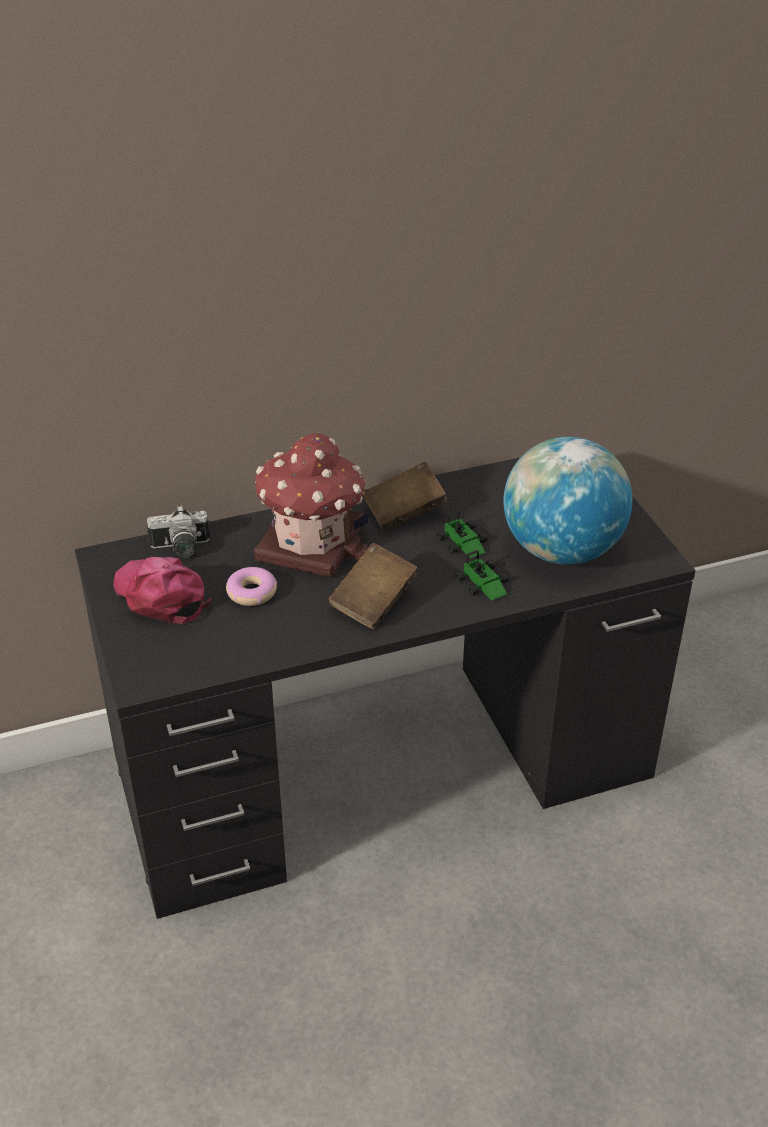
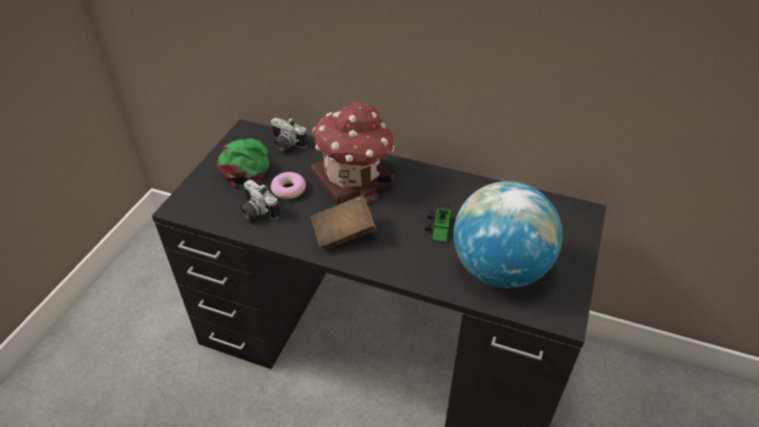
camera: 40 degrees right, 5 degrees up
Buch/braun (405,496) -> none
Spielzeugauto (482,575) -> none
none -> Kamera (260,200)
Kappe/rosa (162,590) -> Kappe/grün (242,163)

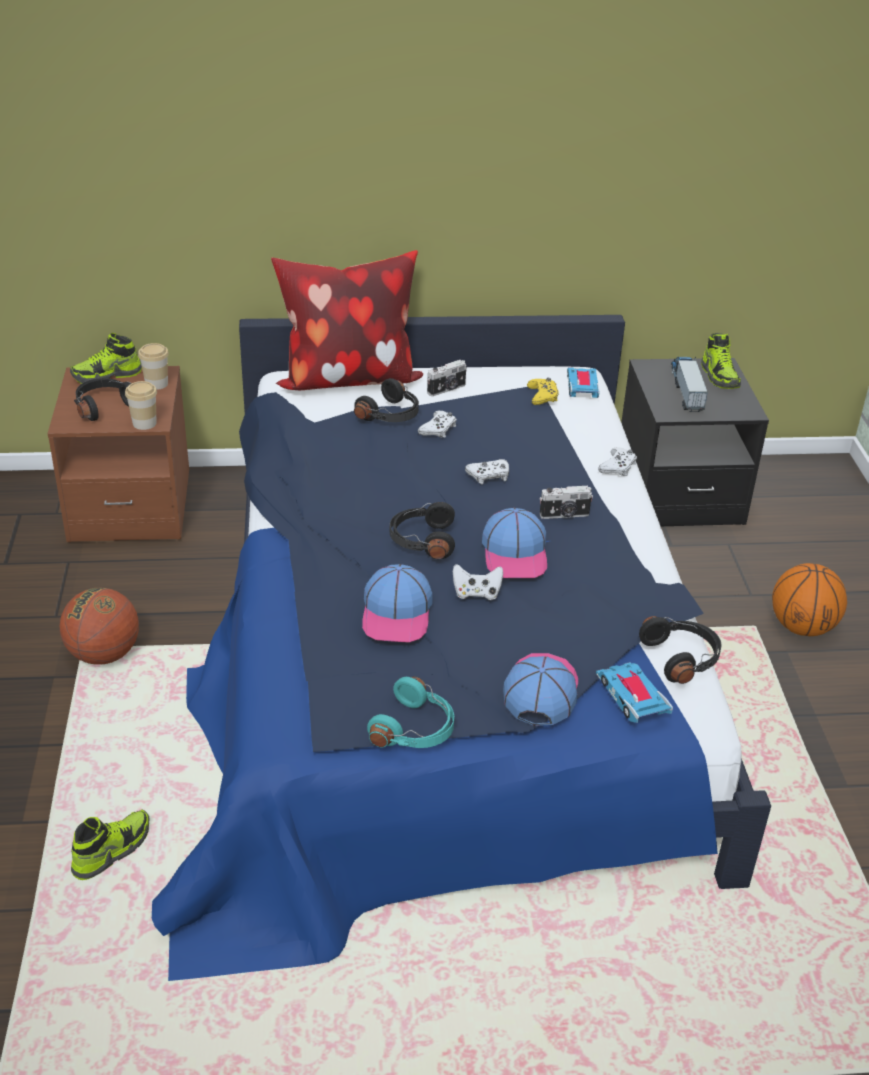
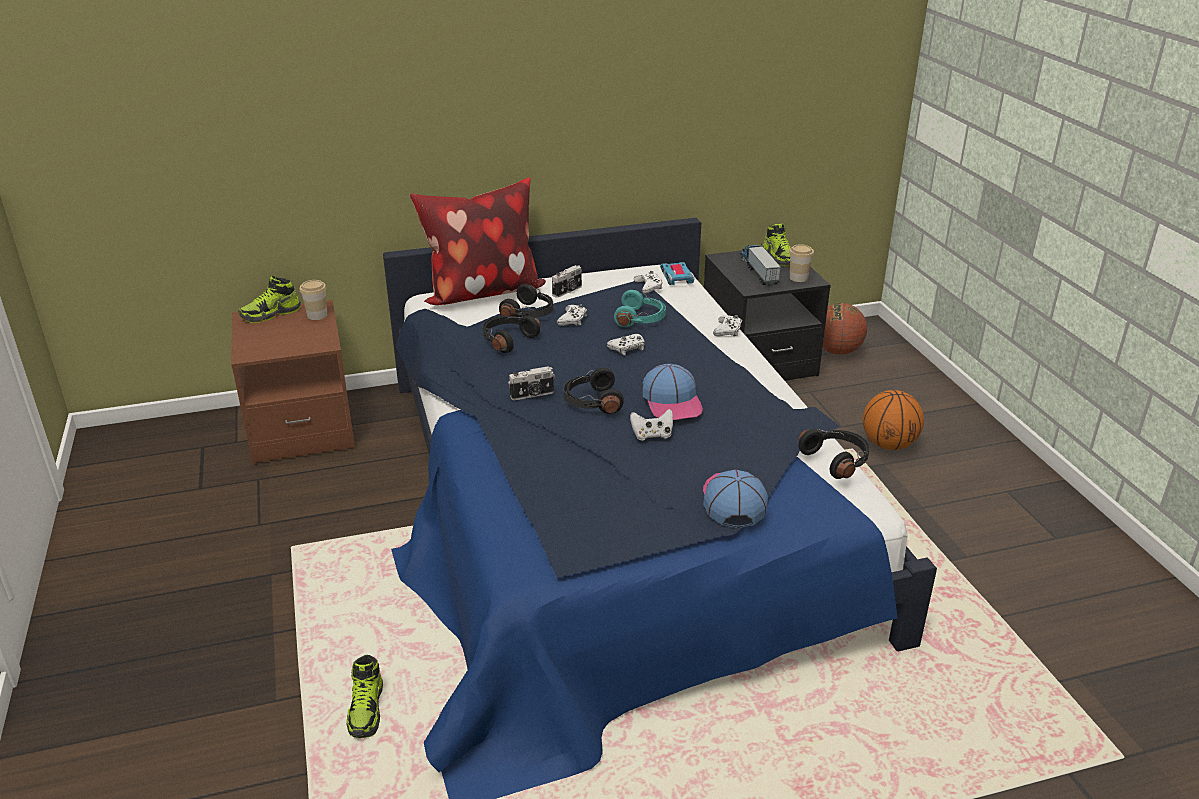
camera: 10 degrees left, 5 degrees down
Kappe (397,603) -> none
Spielzeugauto (634,692) -> none
Basketball (99,626) -> Basketball (845,329), move
Kopfhörer/schwarz (103,399) -> Kopfhörer/schwarz (512,334), move
Tasse (141,405) -> Tasse (801,263), move
Kopfhörer/türkis (410,712) -> Kopfhörer/türkis (640,308), move
Kamera (566,502) -> Kamera (531,383), move
Gamepad/gelb (543,391) -> Gamepad/weiß (648,282)
Schuh (110,845) -> Schuh (365,696), 150 degrees clockwise

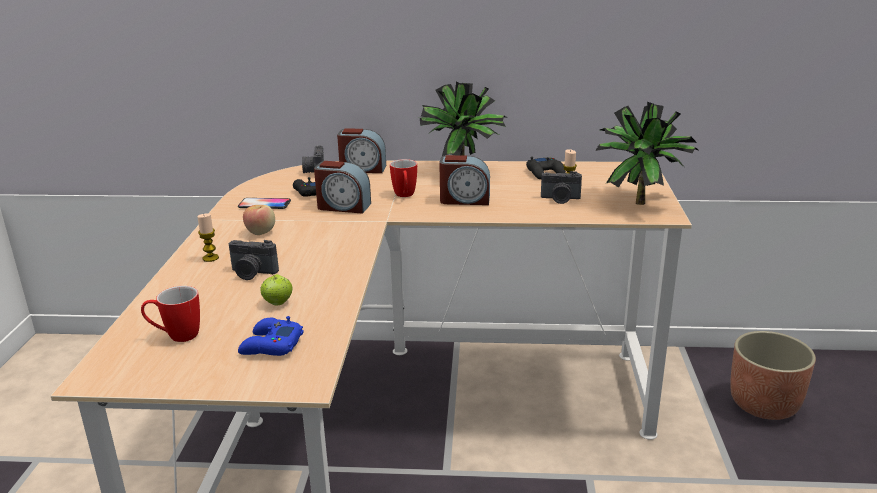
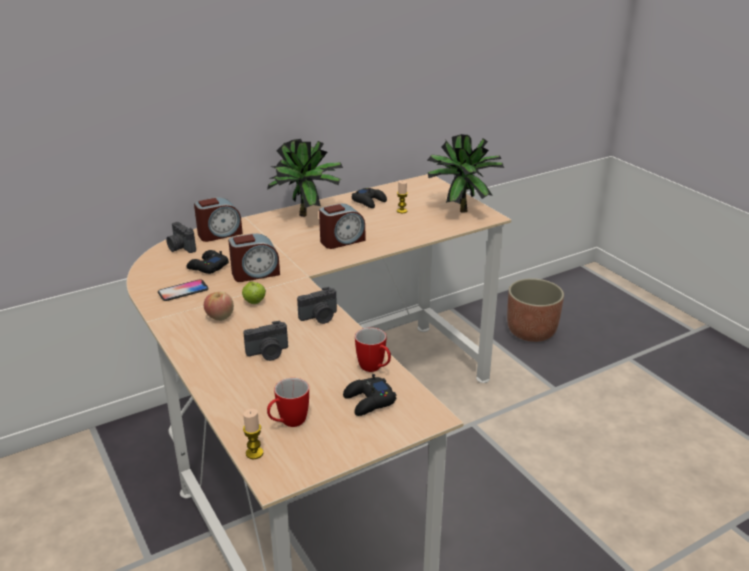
camera: 35 degrees left, 5 degrees up
Kerze (208,237) -> Kerze (253,434), move
Apfel (276,289) -> Apfel (254,293), move
Henkelbecher (403,178) -> Henkelbecher (373,349), move
Kamera (561,187) -> Kamera (317,305), move
Gamepad/blau (271,336) -> Gamepad/schwarz (370,395)

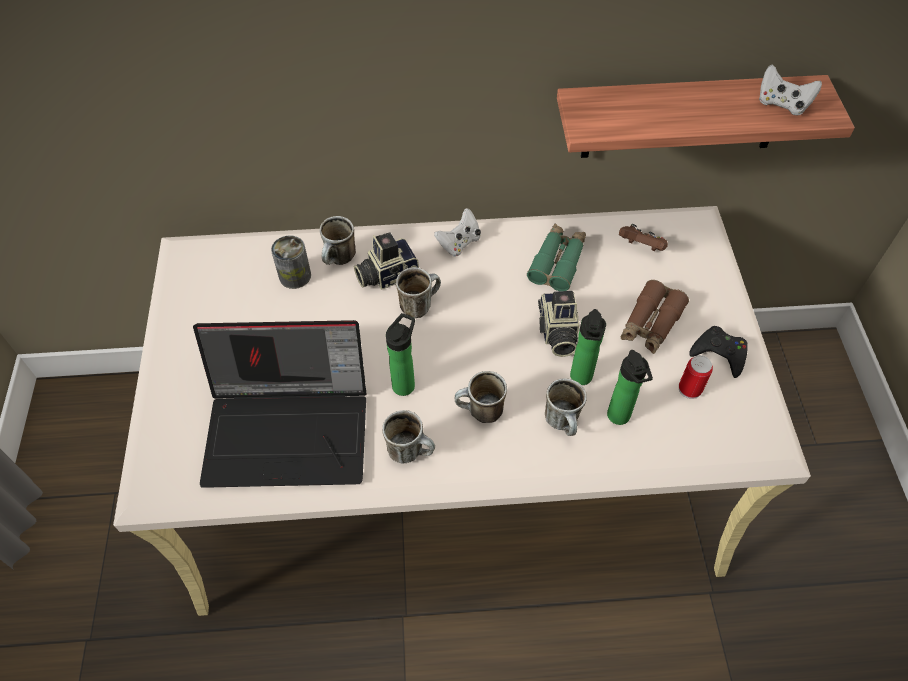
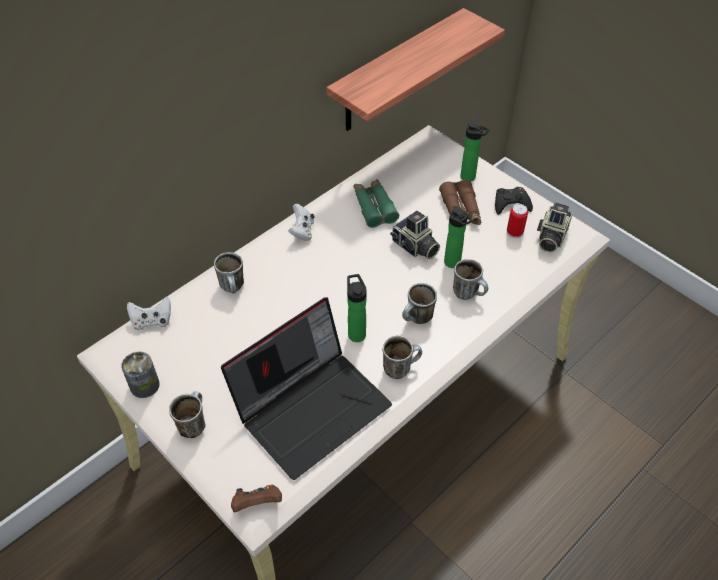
camera: 40 degrees left, 5 degrees down
Dose (291,262) -> Dose (140,374), move
Kamera (386,261) -> Kamera (555,227), move
Henkelbecher (418,292) -> Henkelbecher (187,414), move
Flasche (630,387) -> Flasche (475,151), move
Gamepad/braun (643,237) -> Gamepad/braun (256,498), move
Gamepad/weiß (790,90) -> Gamepad/weiß (149,313), move

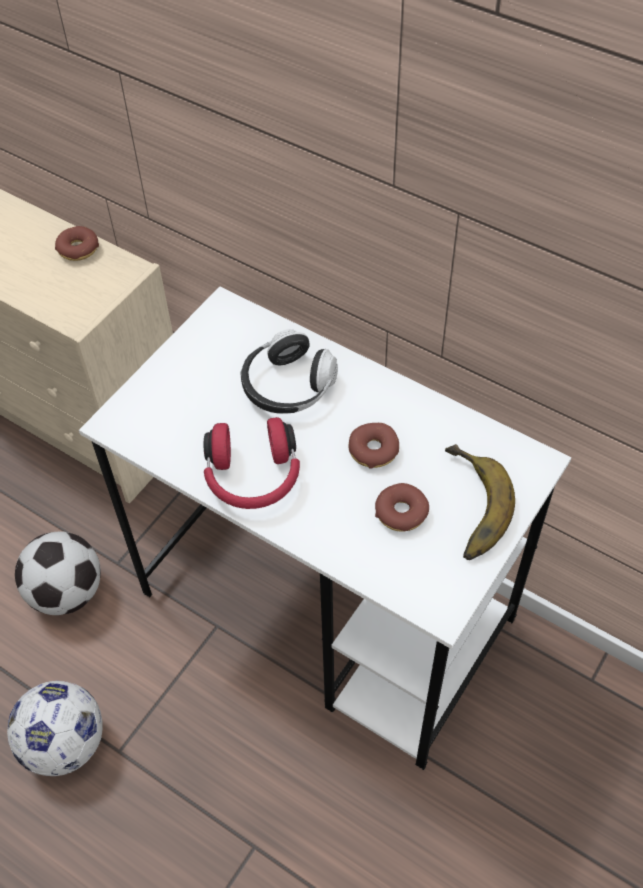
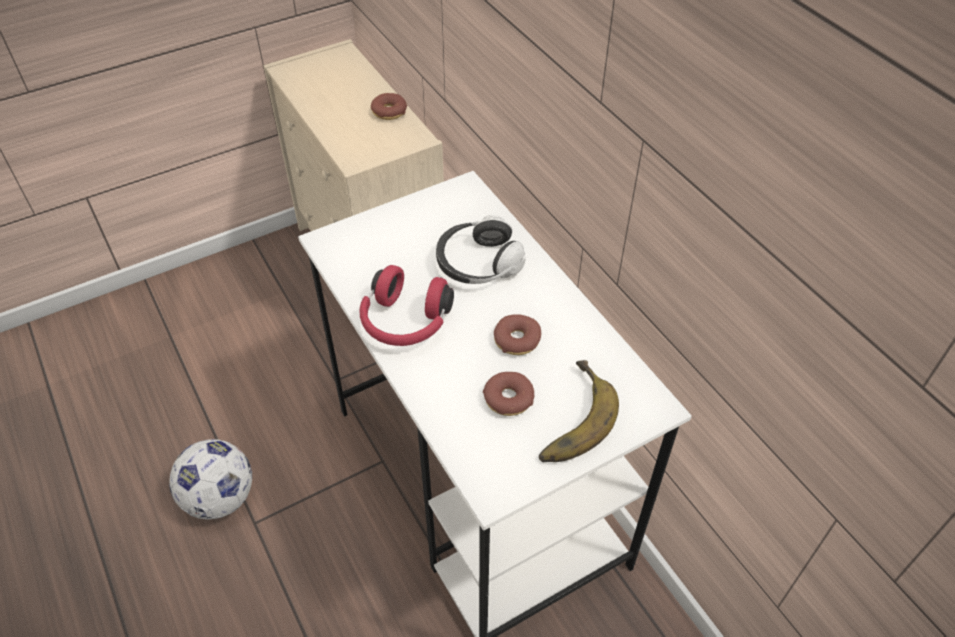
camera: 25 degrees right, 5 degrees down
Fußball (58,573) -> none

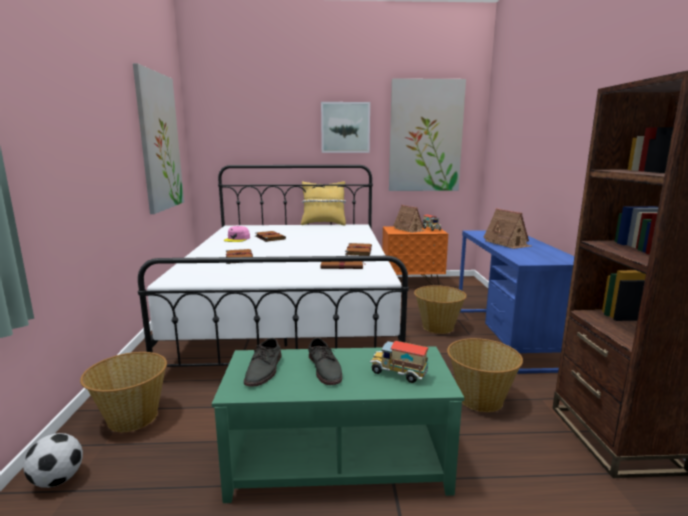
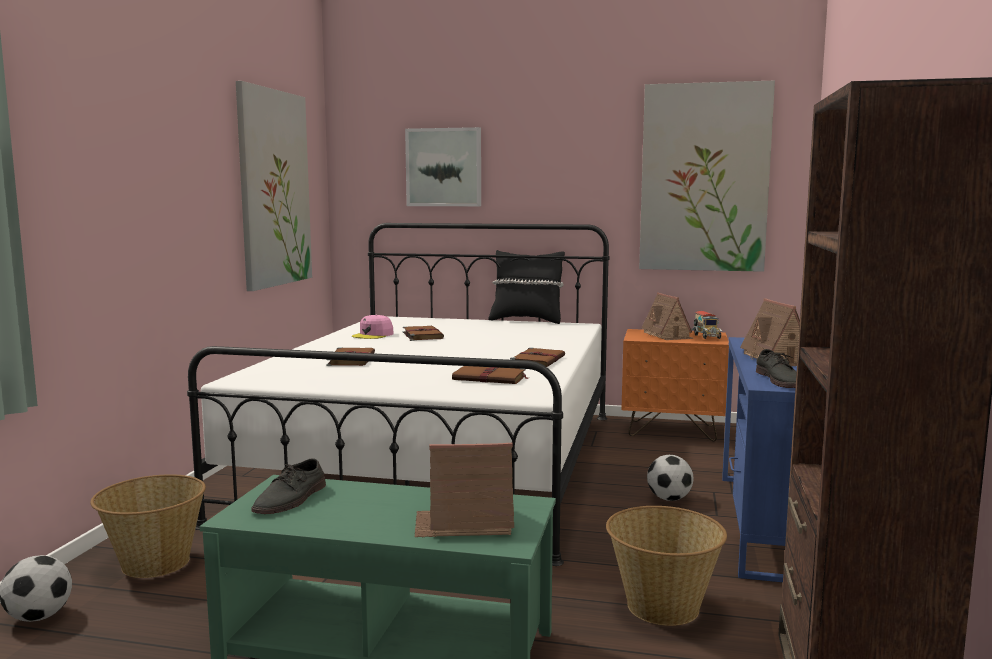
camera: 15 degrees right, 5 degrees down
Schuh/grau (325,361) -> Schuh/grau (776,368), move
Bild (345,127) -> Bild (443,166), move
Spielzeuglaster (399,362) -> Spielzeughaus (464,490)
Korb (440,309) -> Fußball (670,478)
Kissen/gelb (323,203) -> Kissen/schwarz (526,287)

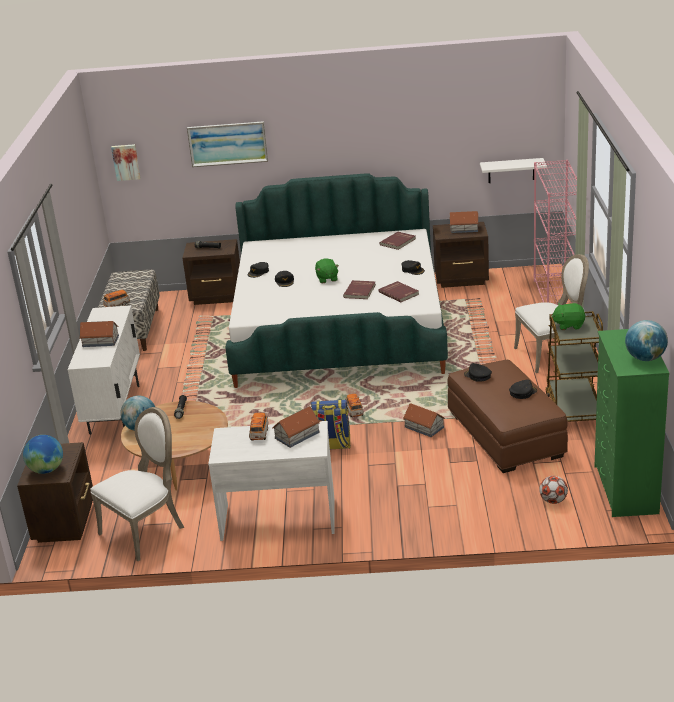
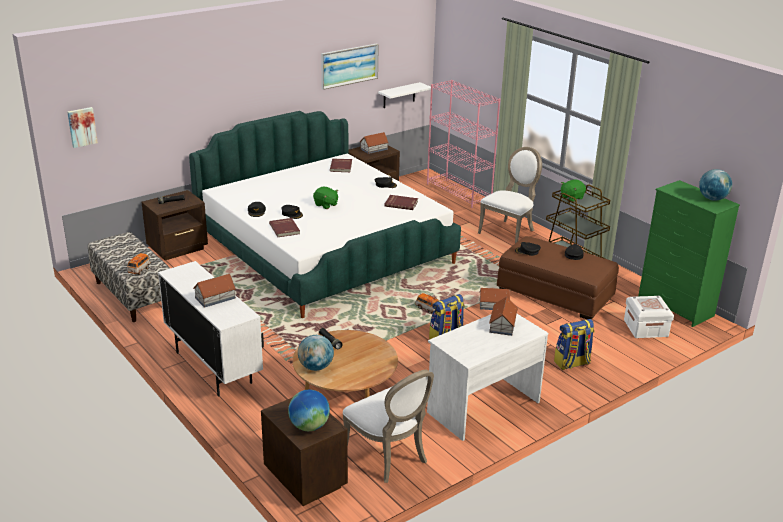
camera: 40 degrees left, 0 degrees up
Spielzeugauto (258,426) -> none
none -> Rucksack (574,344)
Bild (227,144) -> Bild (350,67), move
Buch/rot (359,289) -> Buch/rot (284,227), move
Fußball (553,490) -> Aufbewahrungsbox/weiß (649,317)
Stuhl/weiß (137,484) -> Stuhl/weiß (388,426), 135 degrees clockwise

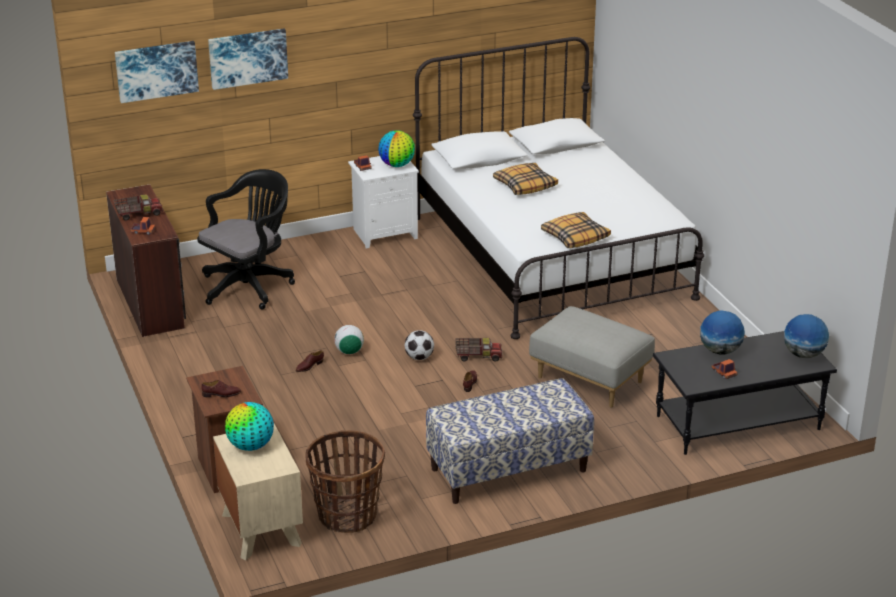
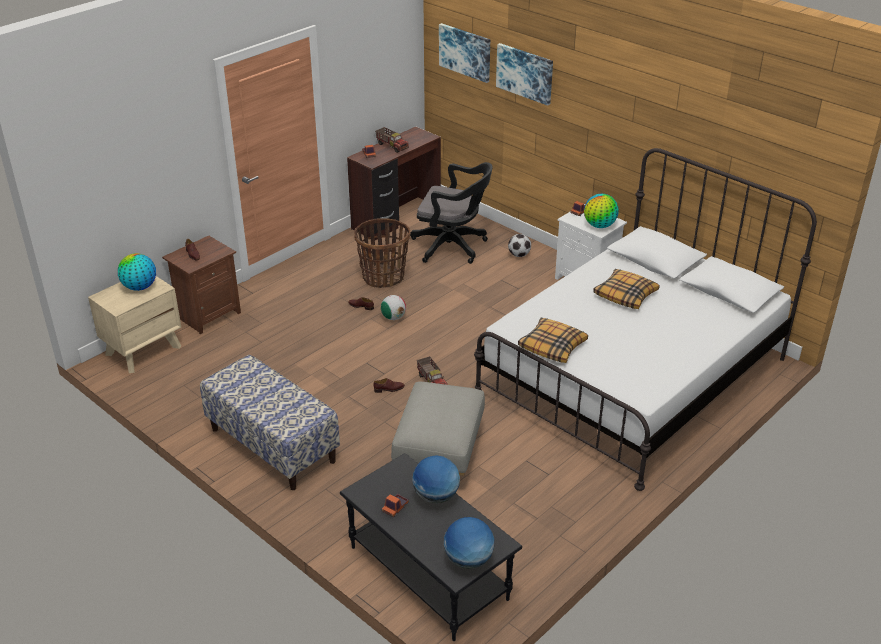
camera: 65 degrees right, 5 degrees up
Korb (345,481) -> Korb (382,253), move
Fußball (419,345) -> Fußball (519,245), move

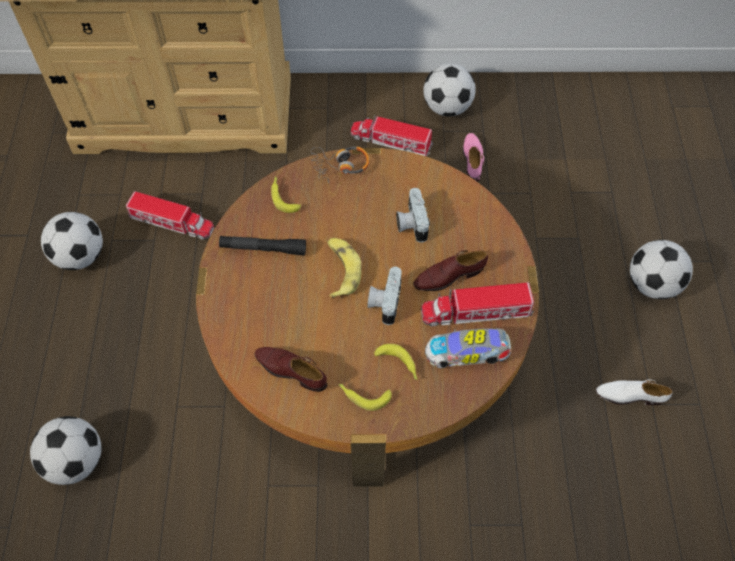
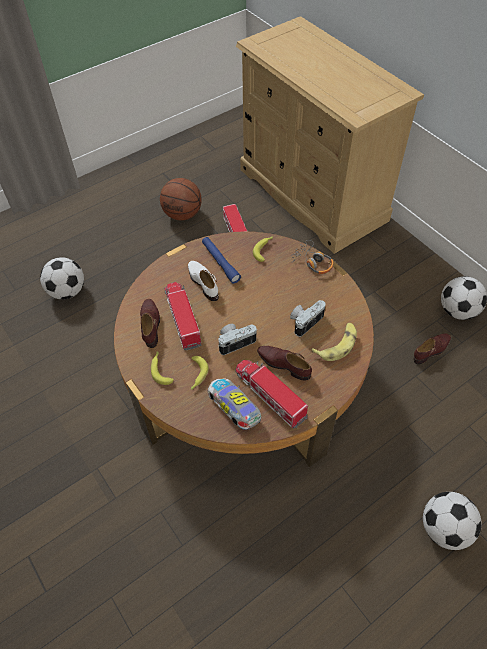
camera: 55 degrees right, 5 degrees down
Banane (344,268) -> Banane (334,342), move
Spielzeuglaster (392,135) -> Spielzeuglaster (183,316), move
Schuh/weiß (634,392) -> Schuh/weiß (203,281), move
Fußball (72,241) -> Basketball (181,199)
Taschenlampe/schwarz (262,246) -> Taschenlampe/blau (221,260)
Schuh/rosa (473,157) -> Schuh/braun (432,348)

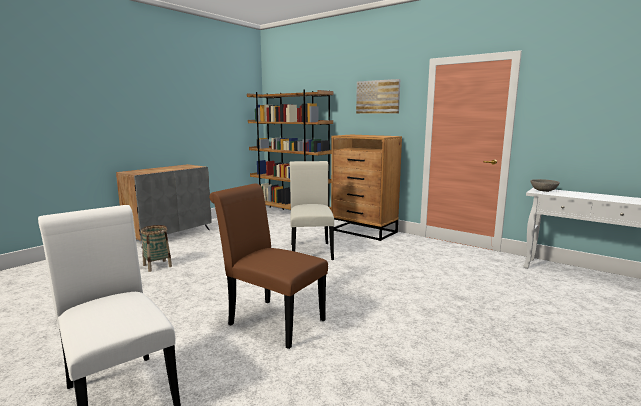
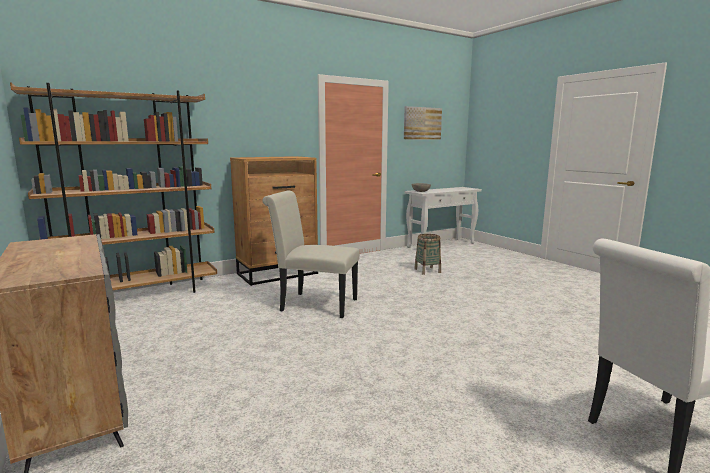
camera: 70 degrees left, 0 degrees up
Stuhl/braun (268,266) -> none
Korb (156,248) -> Korb (427,254), move
Bild (378,96) -> Bild (423,123), move

